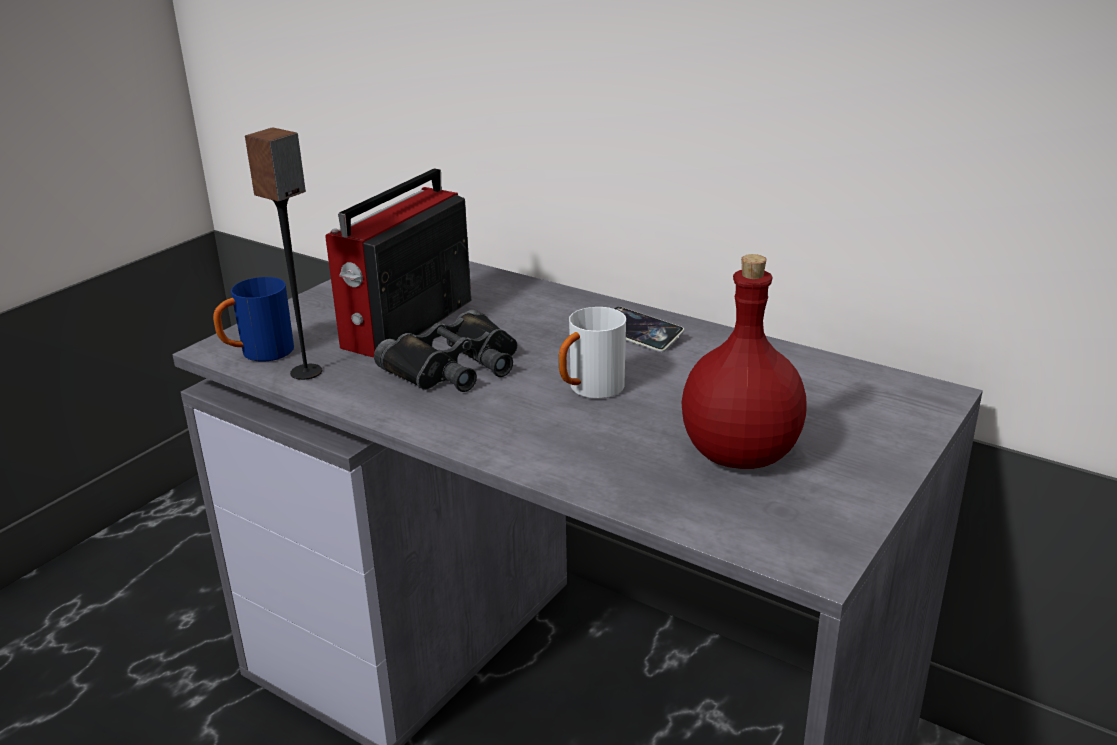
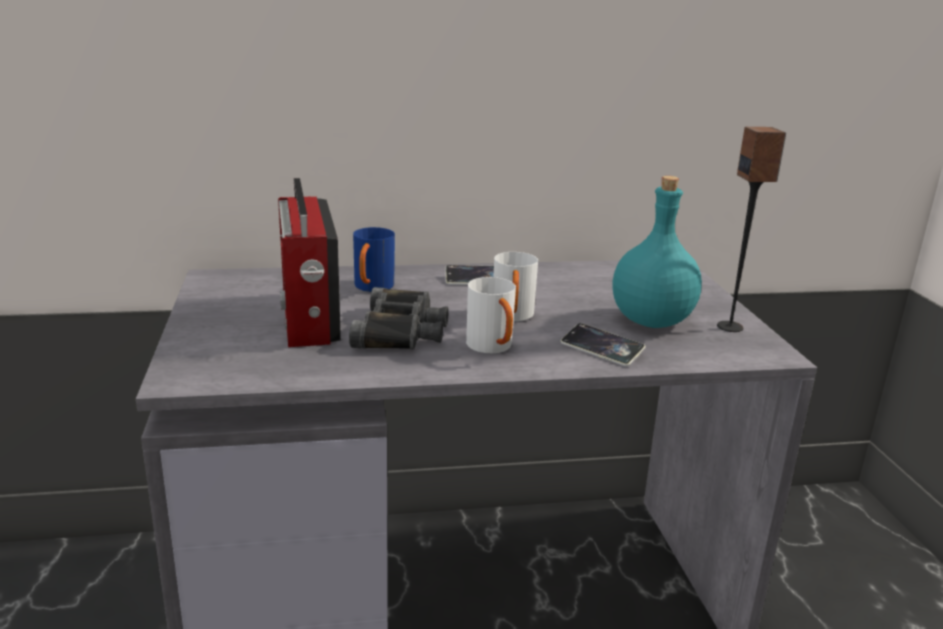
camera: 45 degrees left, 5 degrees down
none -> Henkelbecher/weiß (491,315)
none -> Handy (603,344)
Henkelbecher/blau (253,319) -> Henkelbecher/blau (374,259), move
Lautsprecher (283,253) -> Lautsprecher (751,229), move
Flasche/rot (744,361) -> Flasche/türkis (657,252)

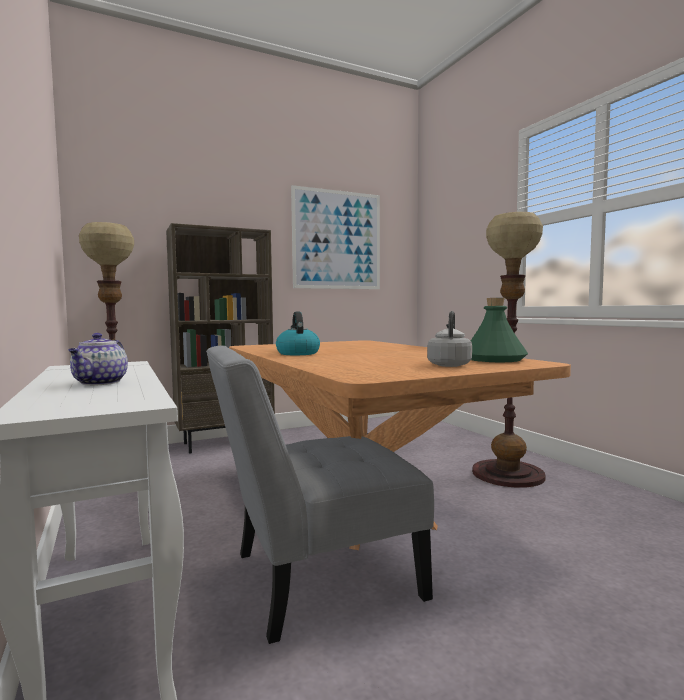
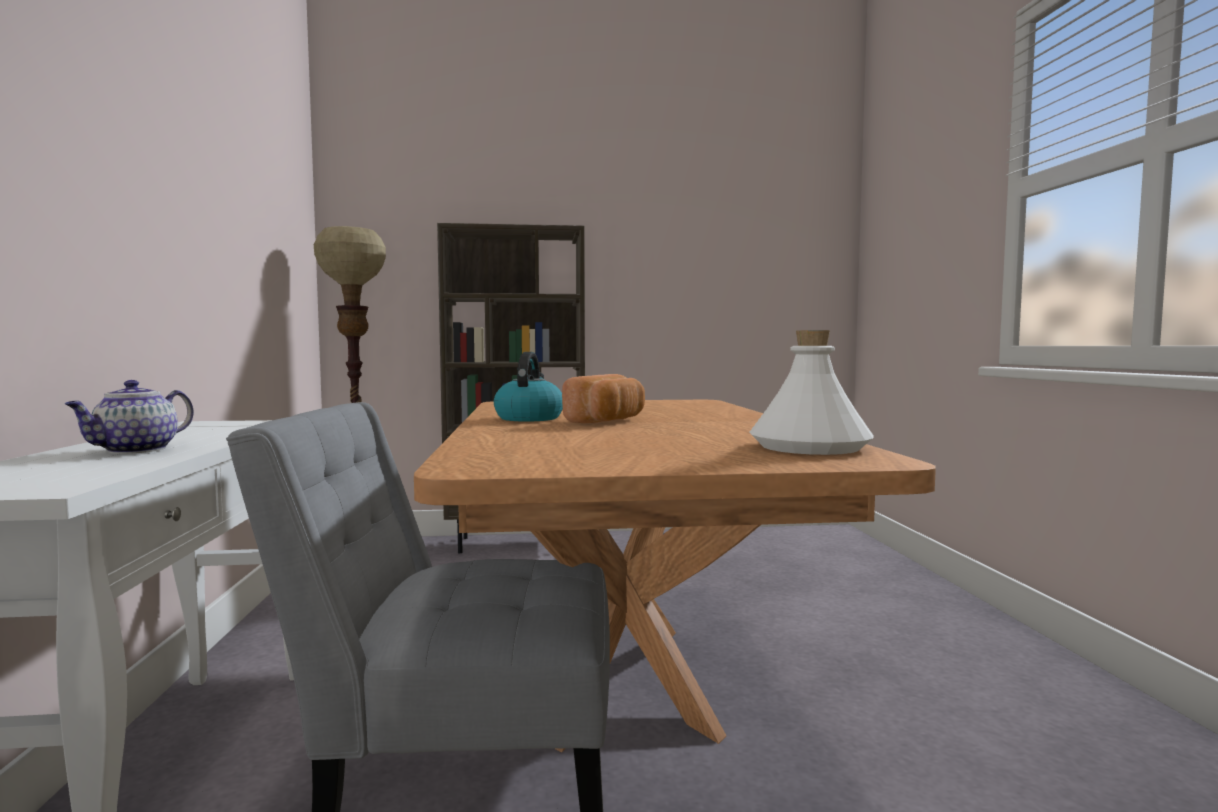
camera: 20 degrees right, 0 degrees up
Bild (335,237) -> none
Wasserkessel/grau (449,339) -> none
Stehlampe (509,350) -> none
none -> Brot (603,398)
Flasche/grün (499,330) -> Flasche/weiß (812,392)

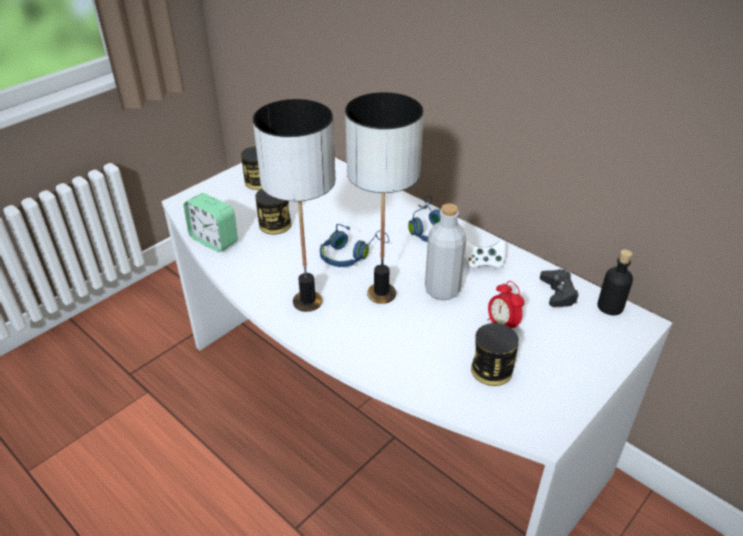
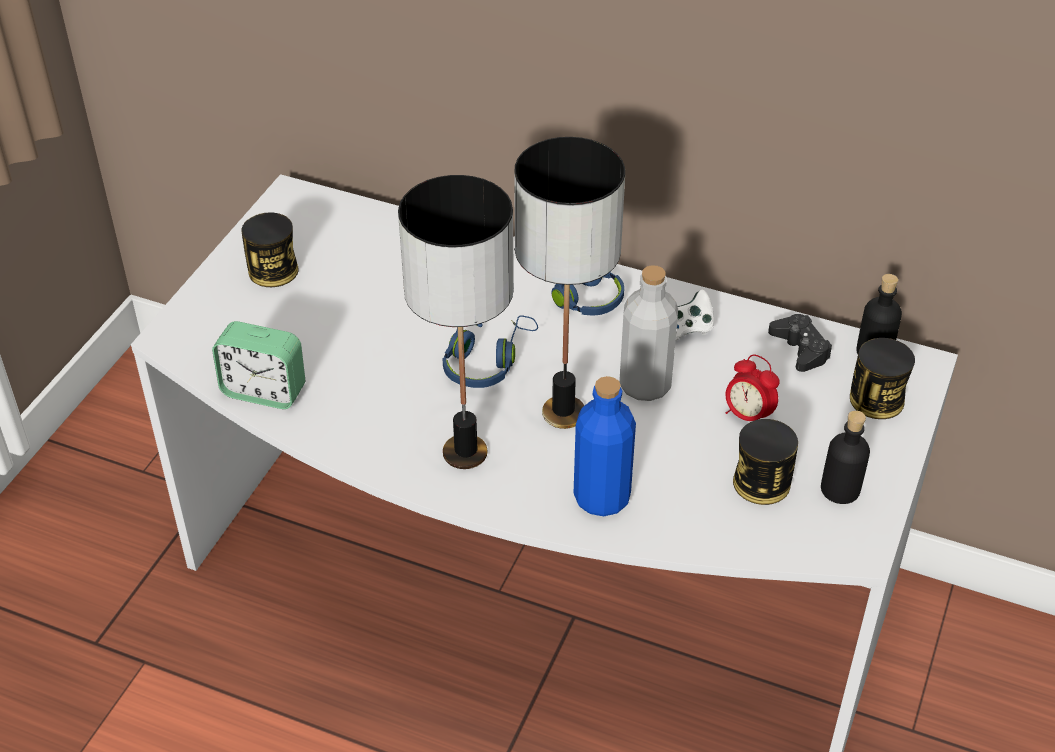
camera: 20 degrees left, 5 degrees up
none -> Flasche/blau (605,446)
none -> Flasche/schwarz (845,457)
Dose (273,211) -> Dose (882,378), move

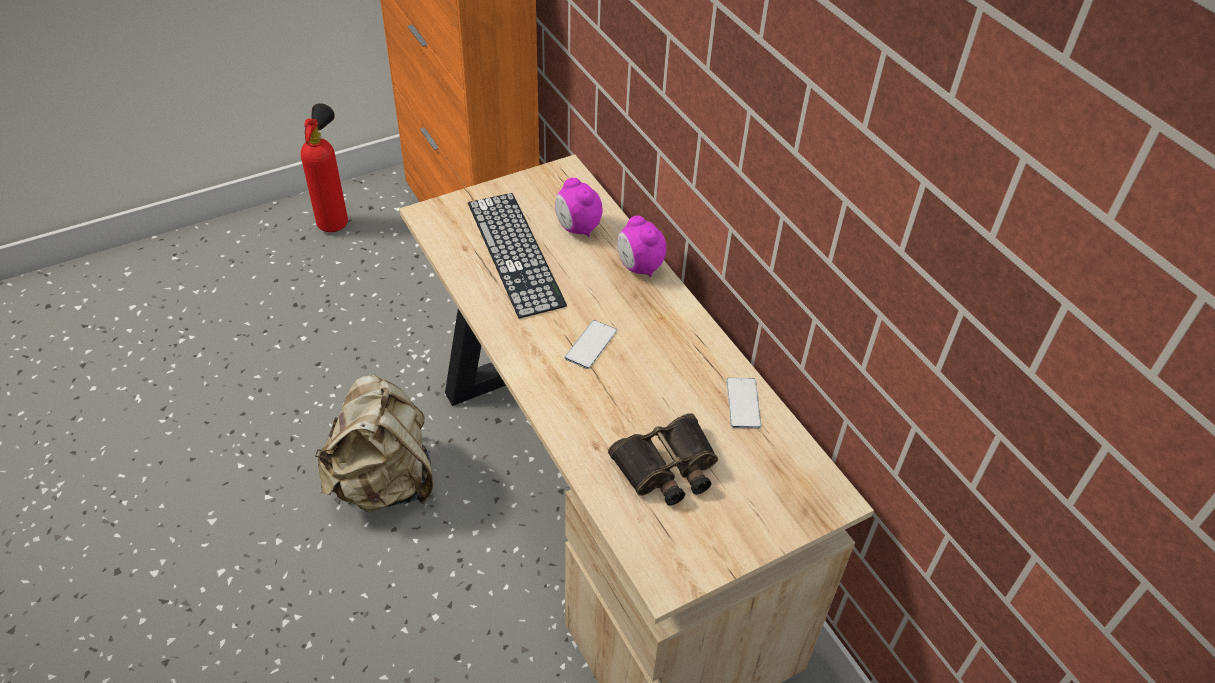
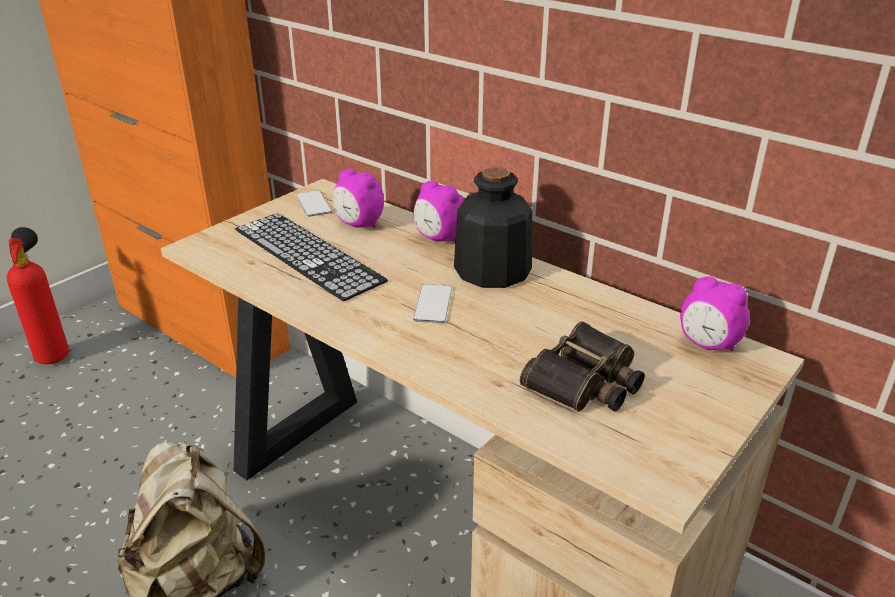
camera: 20 degrees left, 15 degrees down
none -> Flasche (493,227)
none -> Wecker (715,313)
Handy (744,403) -> Handy (313,203), move

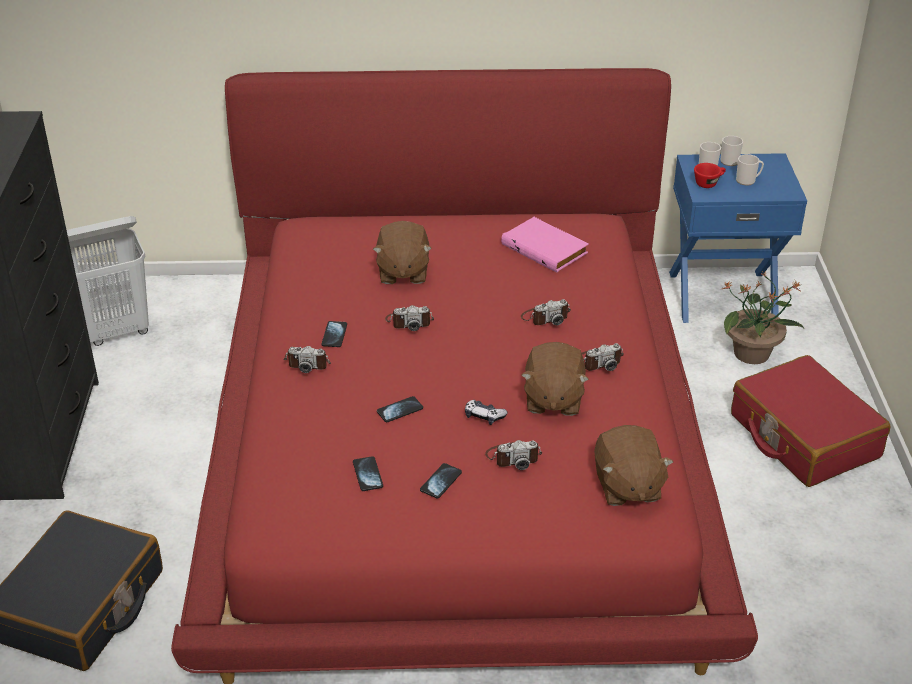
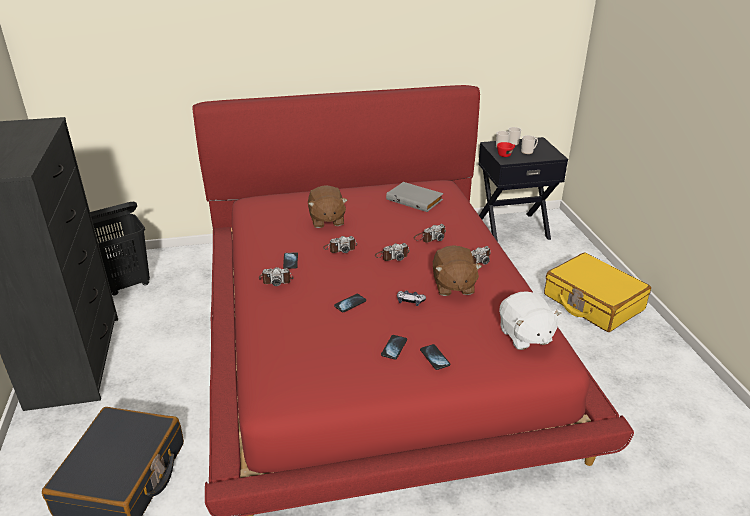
camera: 10 degrees left, 5 degrees down
Topfpflanze (763,317) -> none
Handy (368,473) -> Handy (435,357), move
Kamera (513,455) -> Kamera (392,252), move
Wäschekorb/weiß (108,281) -> Wäschekorb/schwarz (120,249)
Buch/rosa (545,245) -> Buch/grau (414,197)
Plüschtier/braun (633,465) -> Plüschtier/weiß (530,320)
Nachttisch/blau (738,238) -> Nachttisch/schwarz (523,189)
Koffer/rot (811,421) -> Koffer/gelb (597,292)

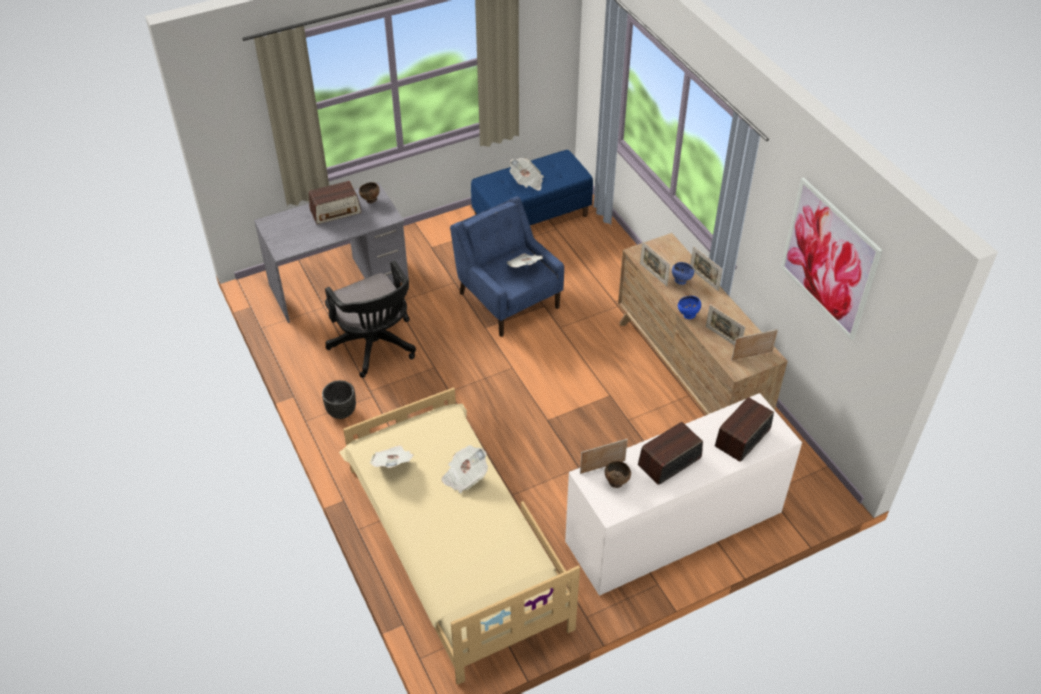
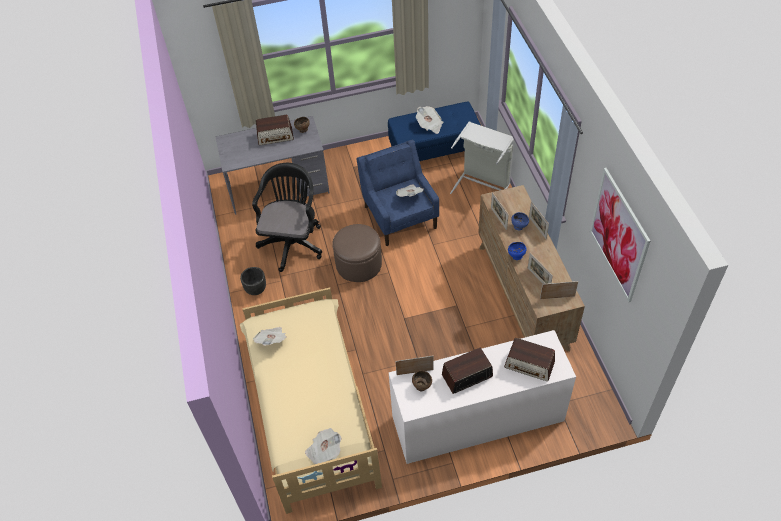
camera: 15 degrees right, 5 degrees up
none -> Polsterhocker/braun (357,253)
none -> Wäschekorb/grau (482,157)
Zeitung (464,469) -> Zeitung (323,446), move
Bürostuhl/schwarz (370,319) -> Bürostuhl/schwarz (287,217), 150 degrees counterclockwise
Radio (744,429) -> Radio (529,359), 120 degrees counterclockwise

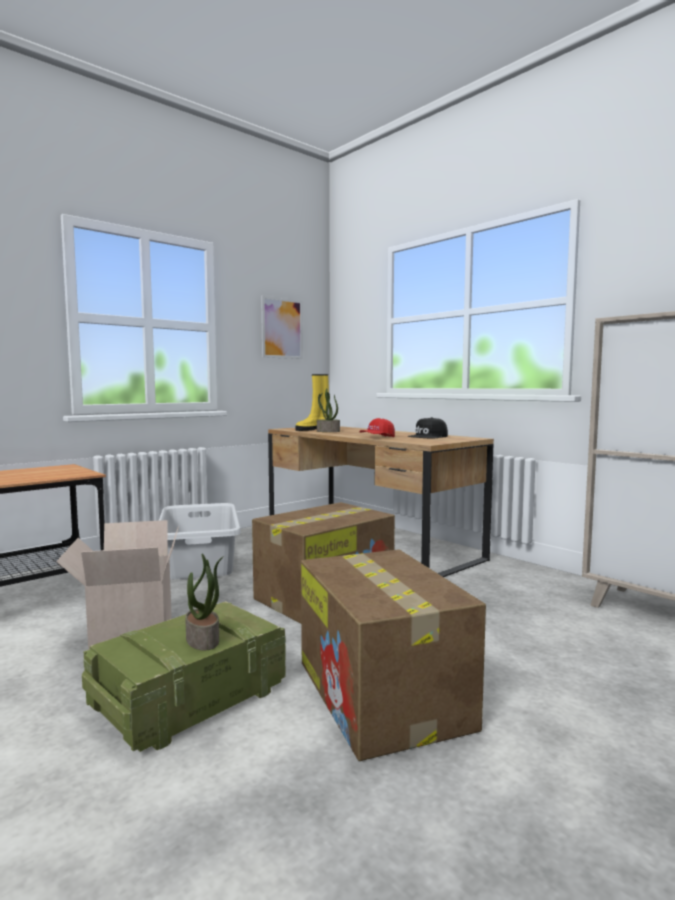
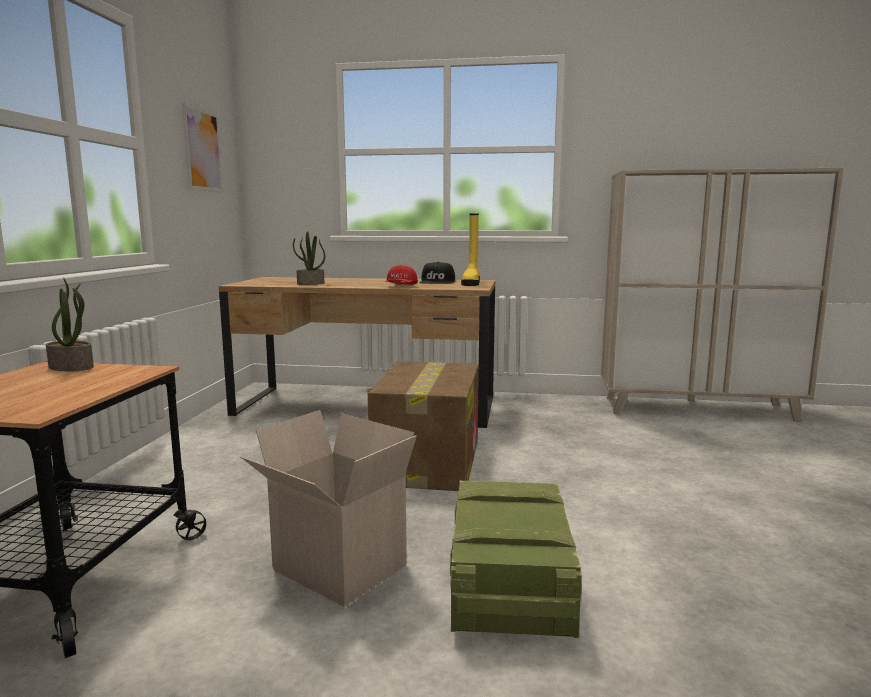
camera: 40 degrees left, 5 degrees up
Wäschekorb/grau (200,541) -> none
Karton (393,655) -> none
Topfpflanze (204,602) -> Topfpflanze (70,324), move
Stiefel/gelb (312,402) -> Stiefel/gelb (470,249), move

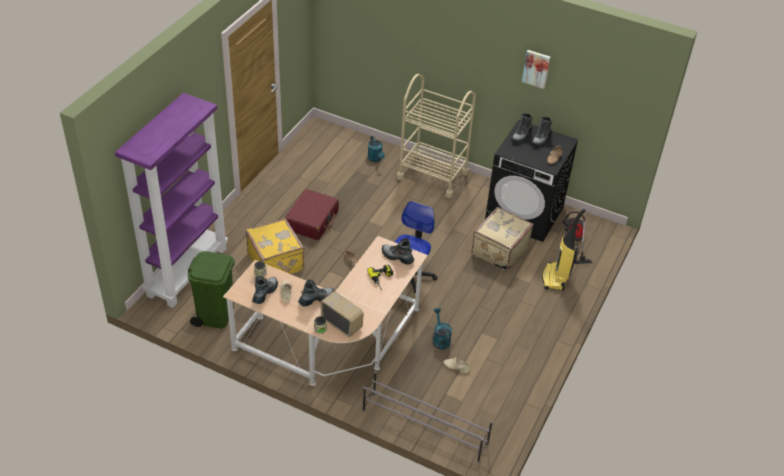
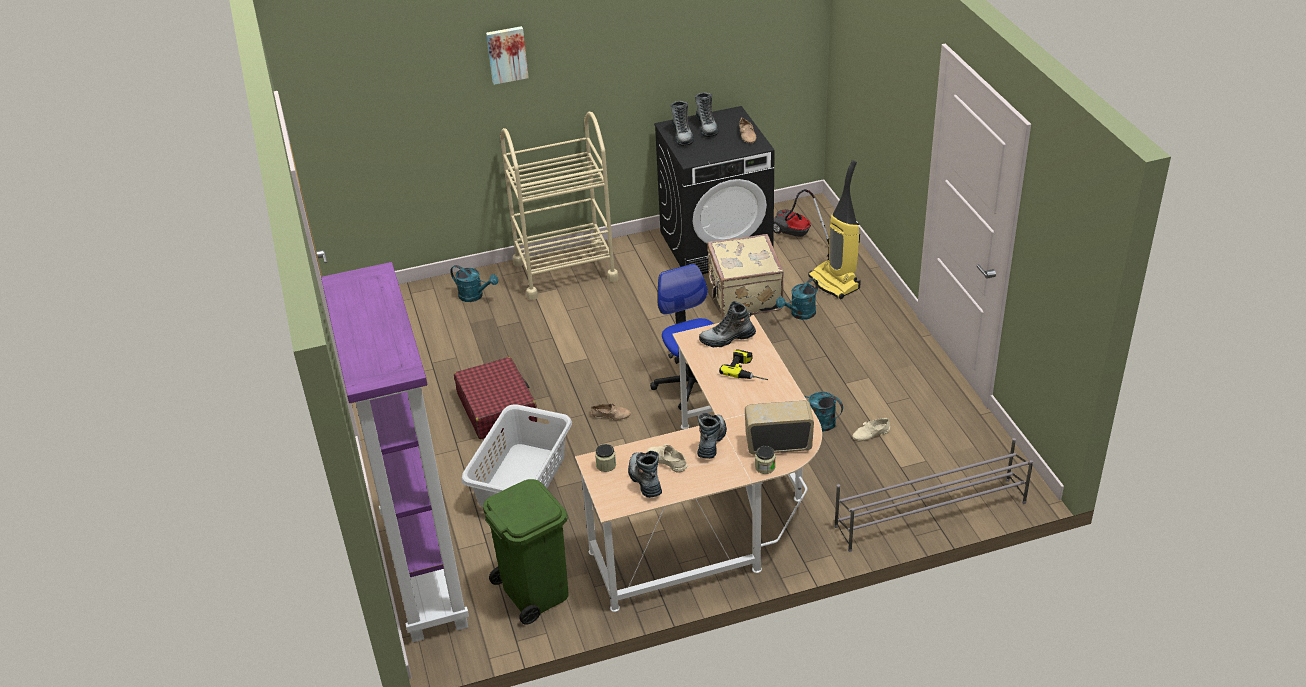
camera: 40 degrees left, 5 degrees down
none -> Gießkanne/türkis (797,299)
Bild (536,69) -> Bild (507,55), move
Koffer/gelb (275,246) -> Wäschekorb/grau (516,455)

